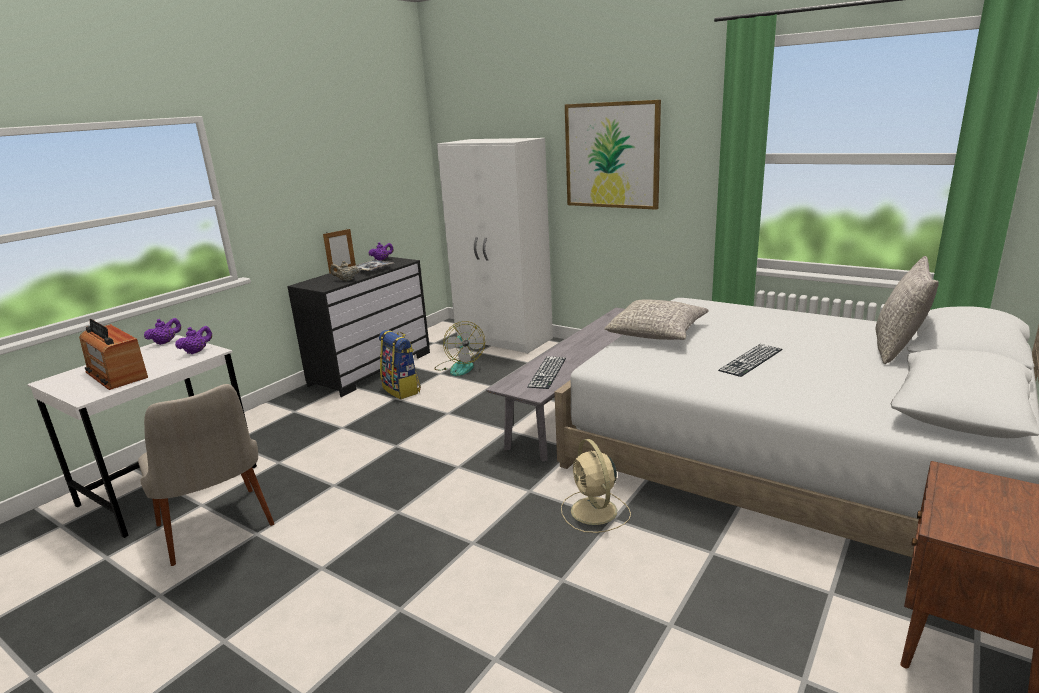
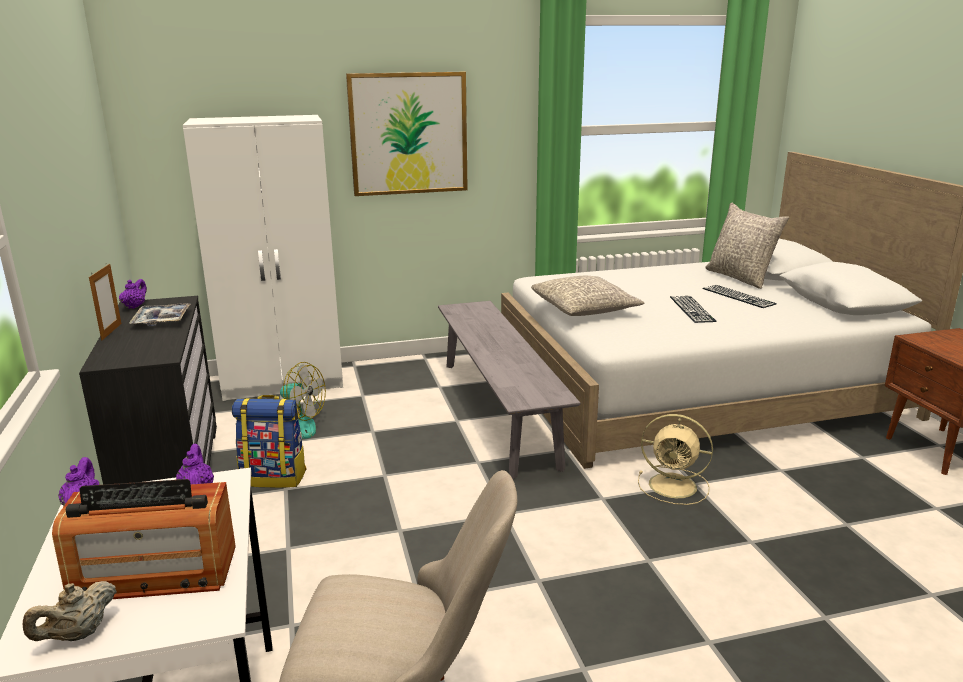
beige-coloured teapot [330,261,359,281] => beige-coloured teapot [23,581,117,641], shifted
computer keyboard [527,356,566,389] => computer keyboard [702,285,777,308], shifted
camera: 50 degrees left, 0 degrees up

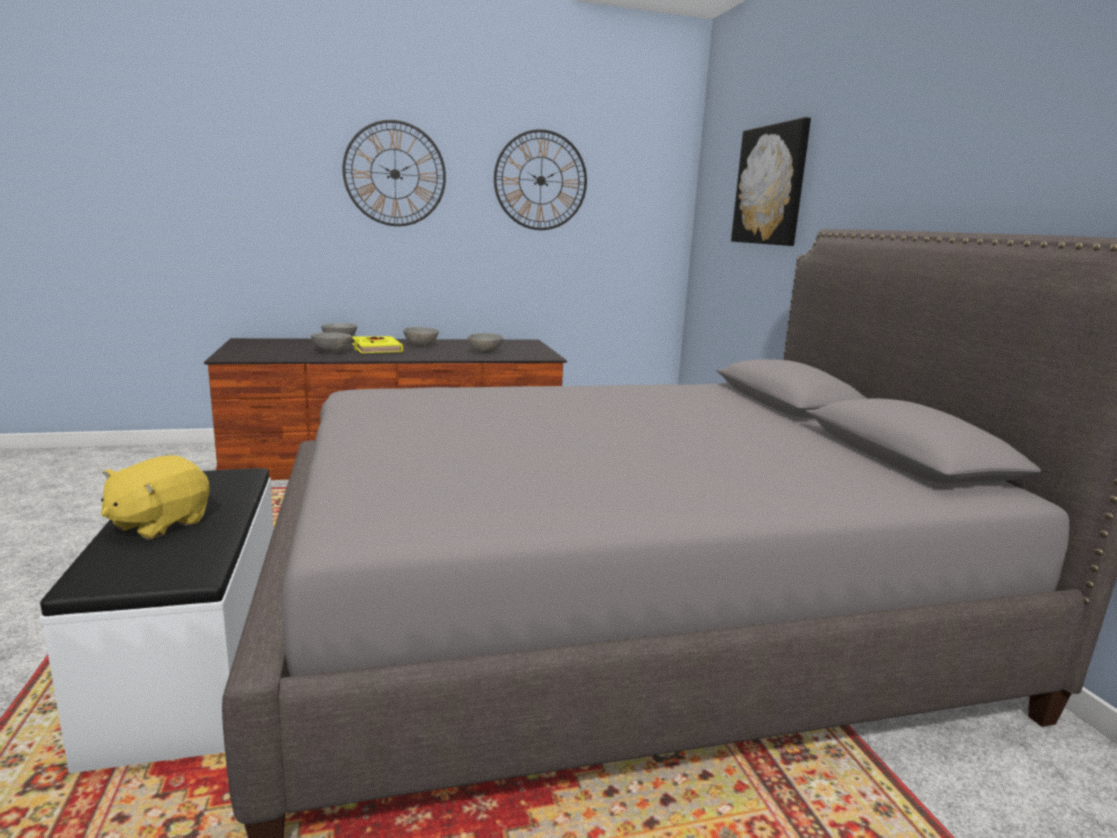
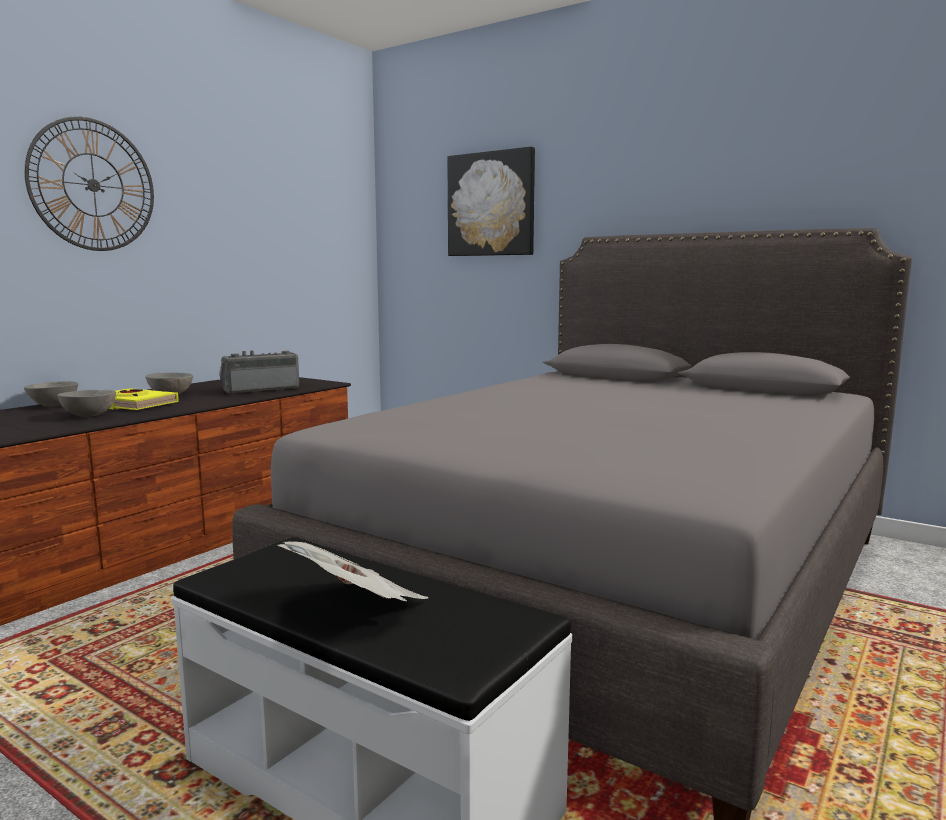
wall clock [494,129,587,230] => nothing
grey bowl [468,333,504,353] => radio receiver [219,351,299,394]
yellow-coloured plush toy [101,455,210,540] => daily paper [278,542,428,601]
camera: 40 degrees left, 5 degrees down

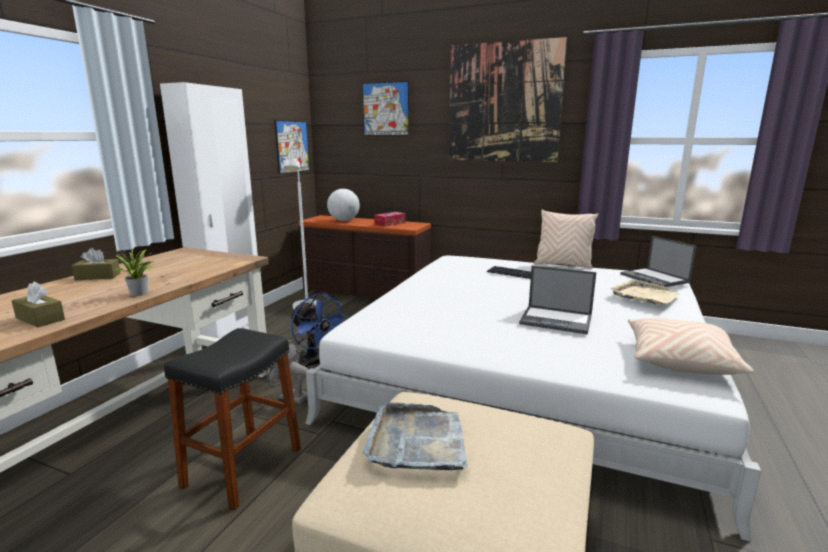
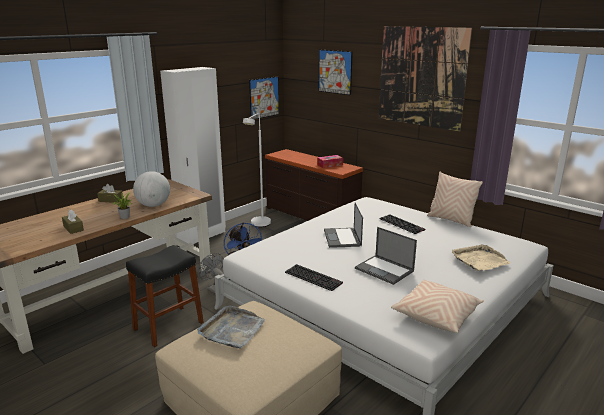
world globe [327,189,360,221] => world globe [133,171,170,207], shifted
laptop [620,236,697,287] => laptop [324,202,363,248], shifted
nothing => computer keyboard [285,264,343,291]
camera: 20 degrees right, 5 degrees up

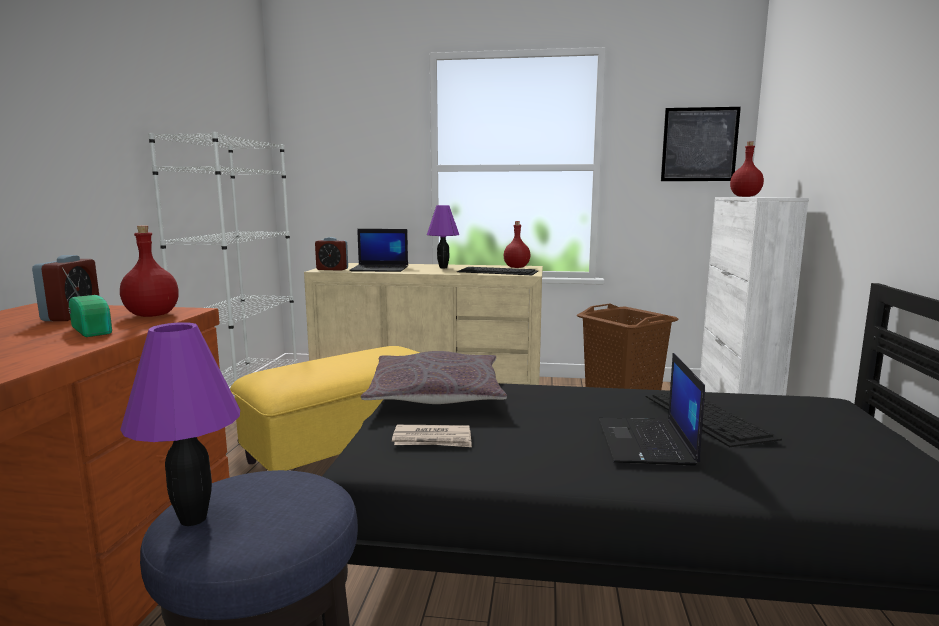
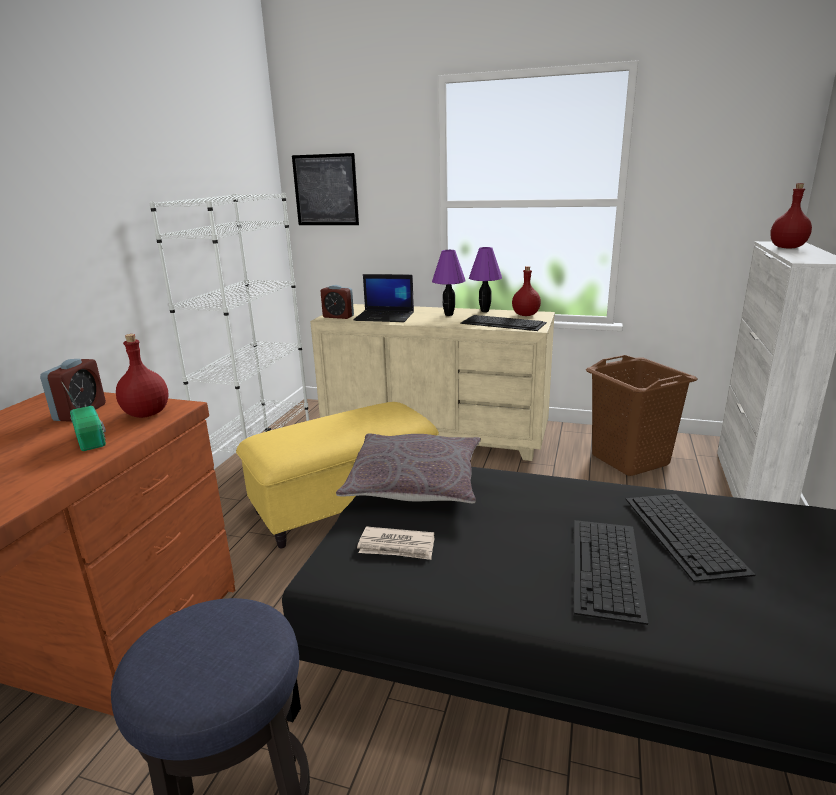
wall picture [661,107,741,181] => wall picture [292,153,359,225], shifted
purple-coloured lamp for a table [120,322,240,526] => purple-coloured lamp for a table [469,247,502,312], shifted
laptop [598,353,705,466] => computer keyboard [574,520,648,625]
camera: 10 degrees right, 10 degrees up

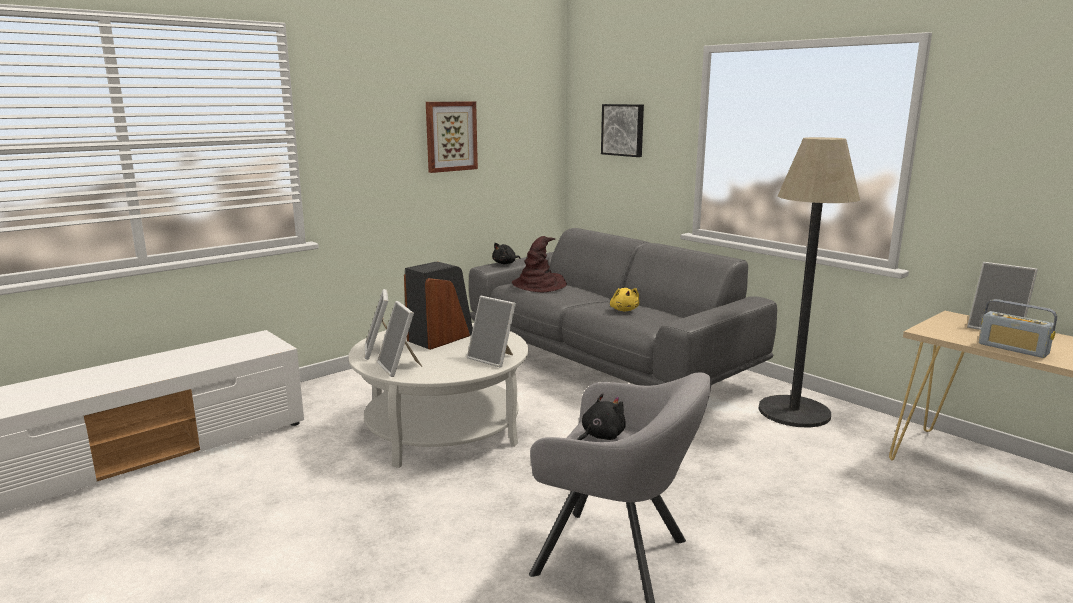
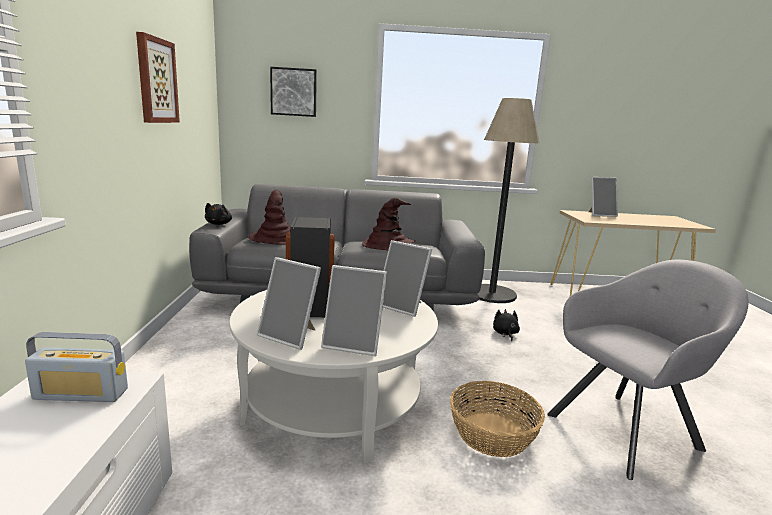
yellow-coloured plush toy [610,288,639,311] => brown-coloured wearable hat [362,198,415,250]
picture frame [467,296,516,368] => picture frame [383,240,432,317], 45 degrees clockwise
radio receiver [979,299,1057,358] => radio receiver [25,332,128,402], shifted
black-coloured plush toy [576,393,626,440] => black-coloured plush toy [493,309,520,341], shifted
nothing => household basket [450,381,545,457]
camera: 50 degrees left, 0 degrees up

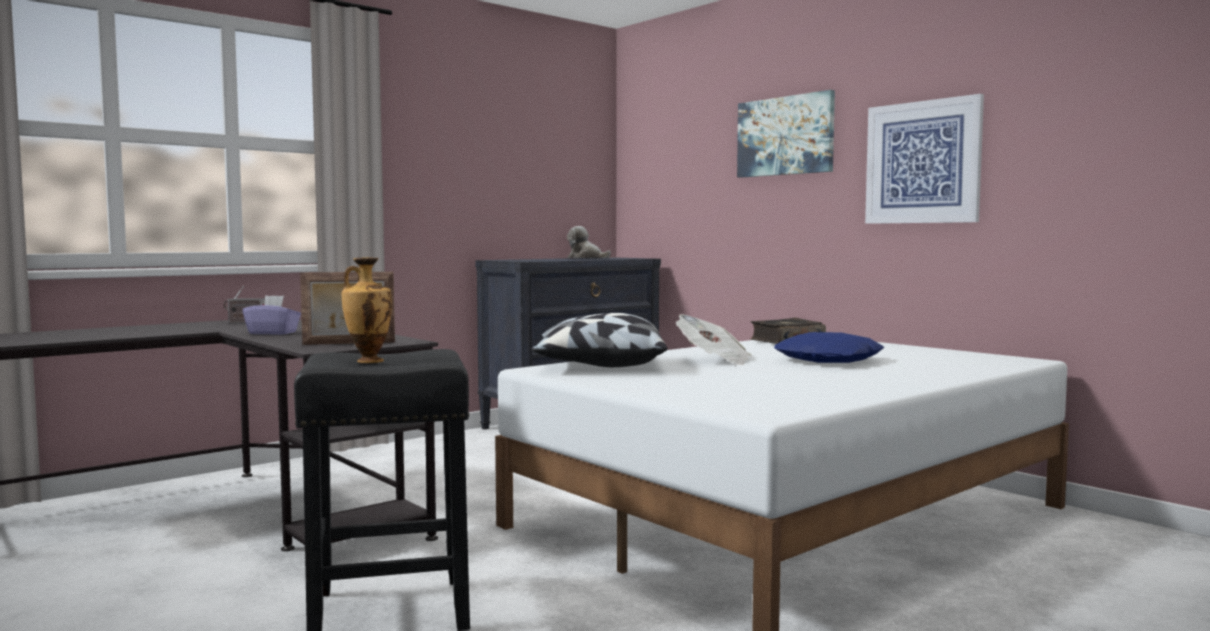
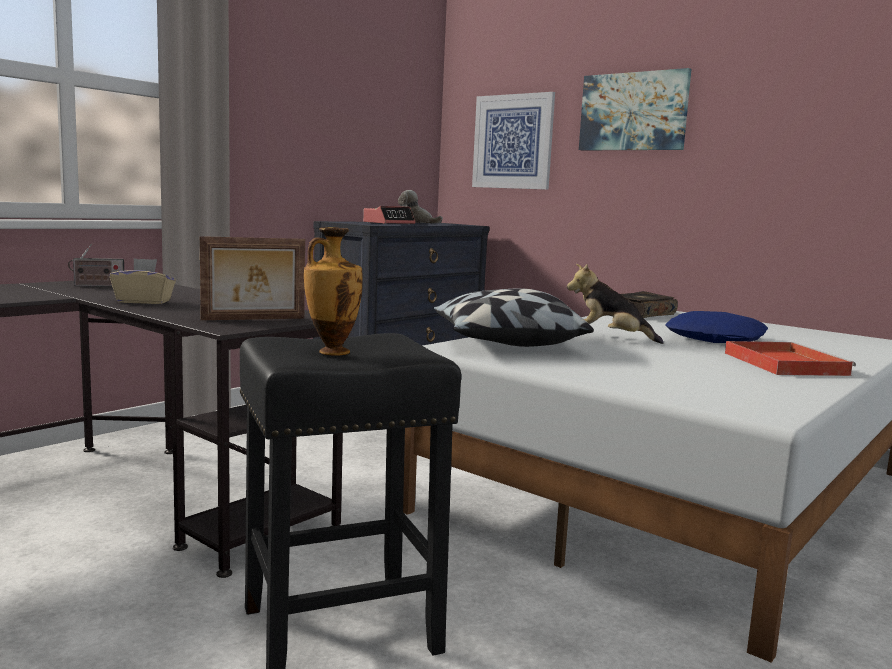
wall picture [865,94,984,224] => wall picture [472,92,555,190], shifted
purple-coloured tissue holder [243,295,301,335] => beige-coloured tissue holder [110,258,176,304]
daily paper [676,314,751,365] => plush toy [567,264,664,344]
nothing => table clock [363,206,415,224]
nothing => red-coloured tray [725,341,856,376]
camera: 10 degrees left, 5 degrees up

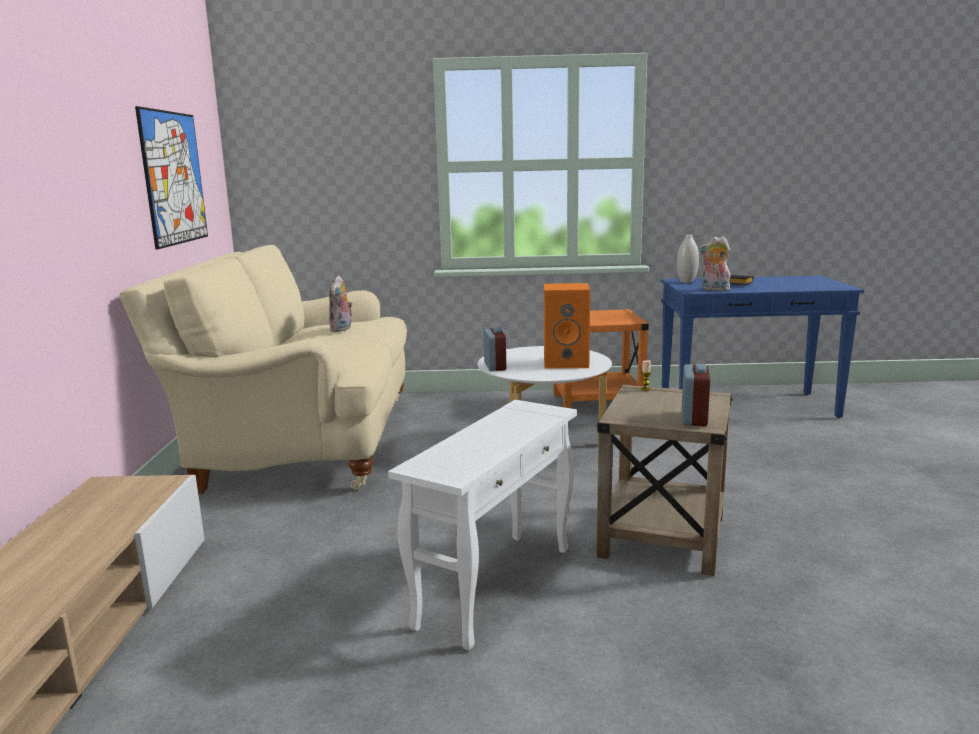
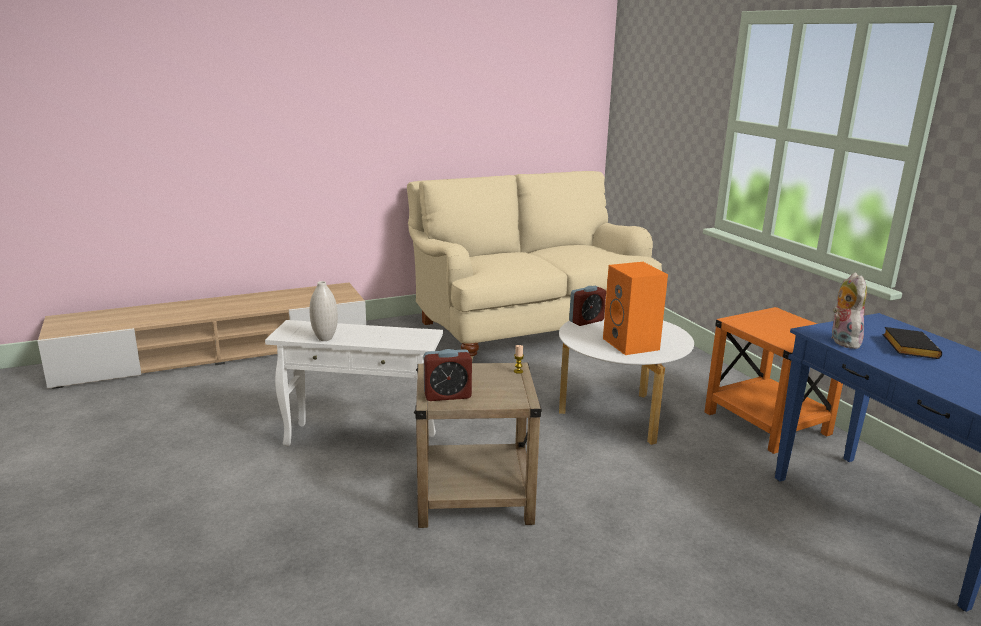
wall picture [135,106,208,249] => nothing
white flower vase [677,235,699,283] => white flower vase [310,281,338,341], shifted
plush toy [329,275,353,332] => nothing
camera: 65 degrees right, 5 degrees up

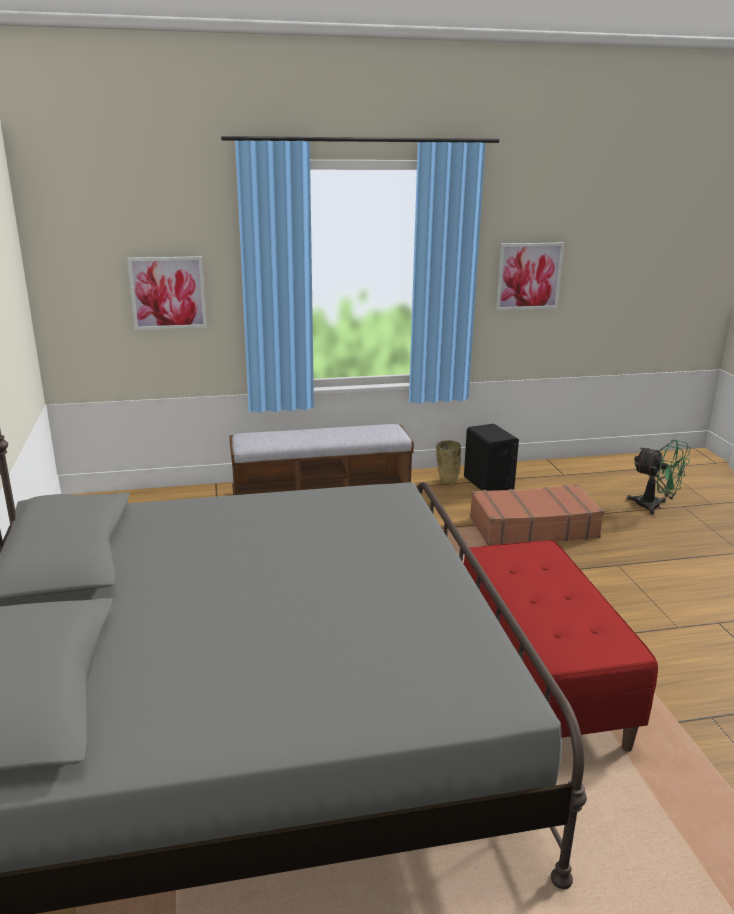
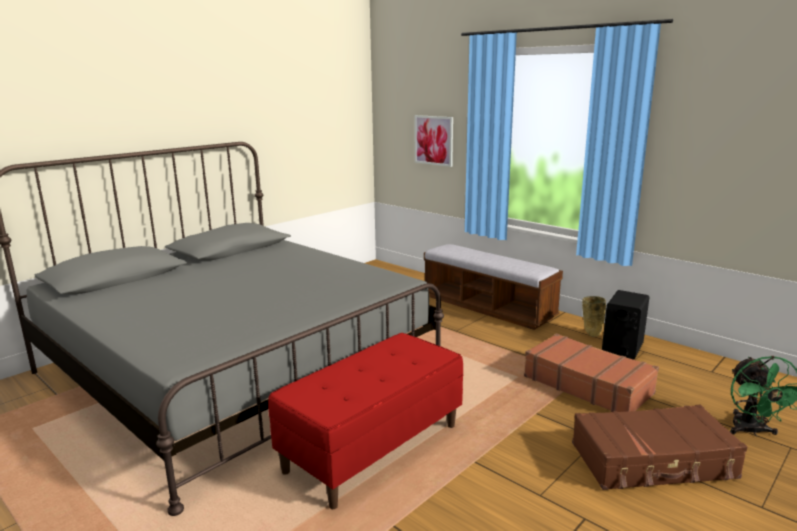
wall picture [496,243,564,310] => nothing
nothing => brown-coloured suitcase [572,405,747,490]
camera: 55 degrees right, 5 degrees down

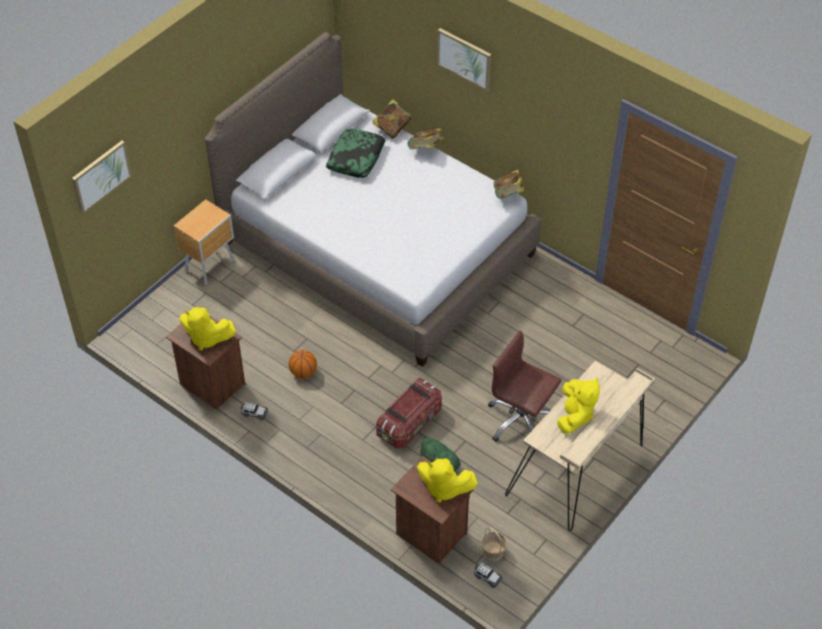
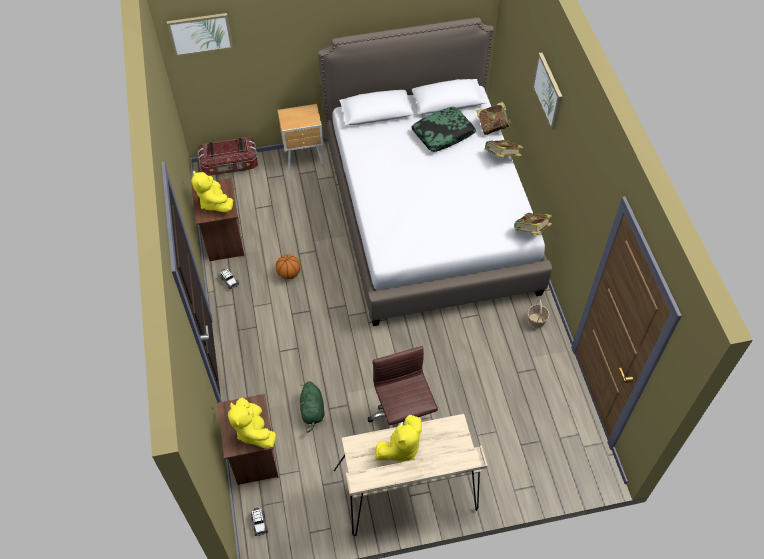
storage container [376,378,442,449] => storage container [198,137,258,176], shifted
household basket [481,526,507,561] => household basket [527,299,550,329], shifted
camera: 40 degrees right, 5 degrees up

